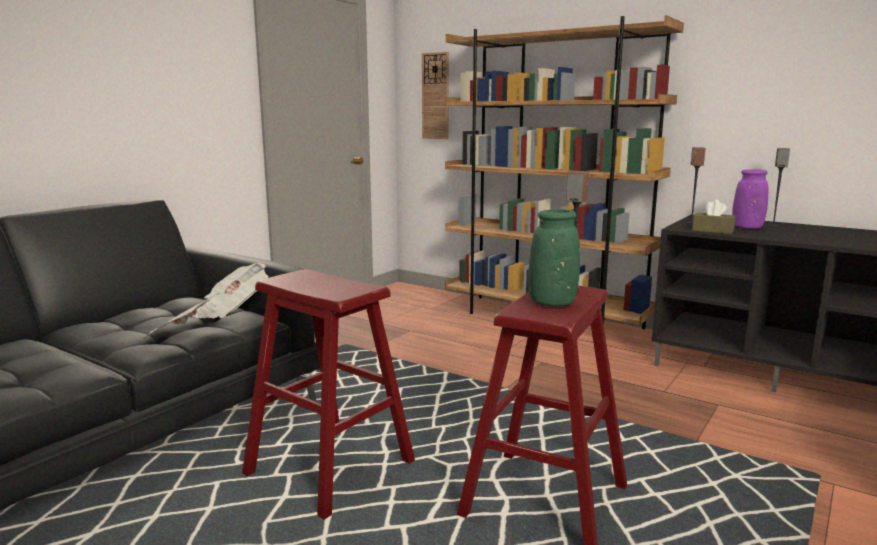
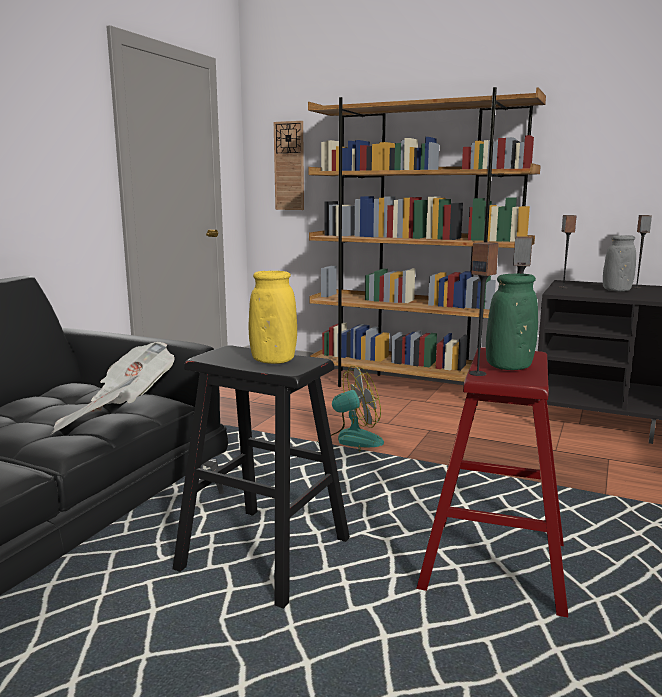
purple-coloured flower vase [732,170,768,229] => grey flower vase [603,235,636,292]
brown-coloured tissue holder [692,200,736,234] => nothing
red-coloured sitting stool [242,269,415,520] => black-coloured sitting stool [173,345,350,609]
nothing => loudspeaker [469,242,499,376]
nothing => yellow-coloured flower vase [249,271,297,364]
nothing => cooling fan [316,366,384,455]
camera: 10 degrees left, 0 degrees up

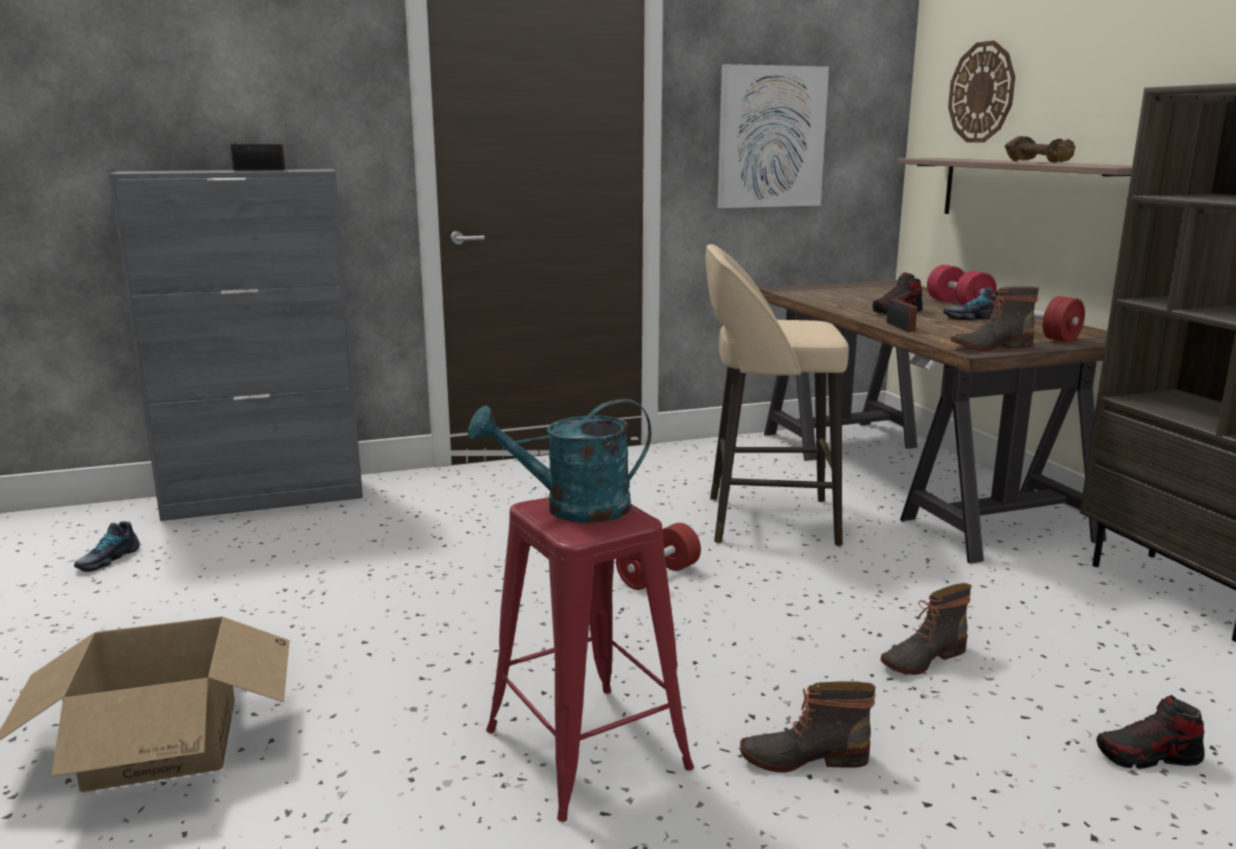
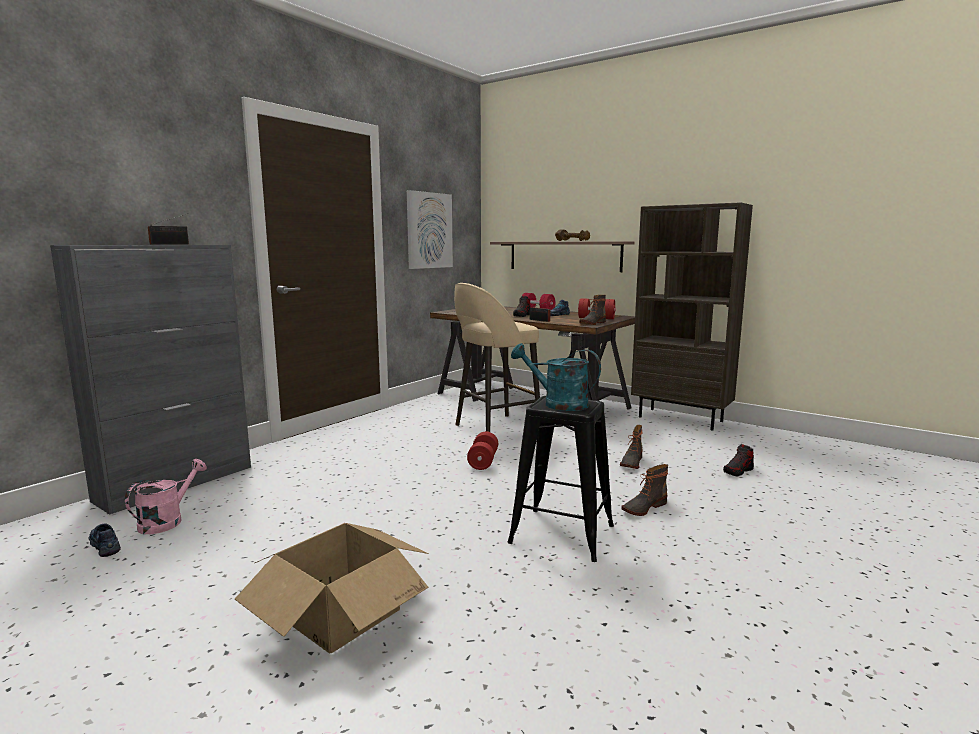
wall clock [948,41,1015,143] => nothing
blue-green sprinkling can [468,399,651,523] => blue-green sprinkling can [511,343,601,411], 75 degrees clockwise
red-coloured sitting stool [486,497,694,822] => black-coloured sitting stool [507,396,614,562]
item of footwear [74,521,140,572] => item of footwear [89,523,121,557], 150 degrees clockwise
nothing => pink sprinkling can [125,459,207,534]
camera: 35 degrees left, 5 degrees down

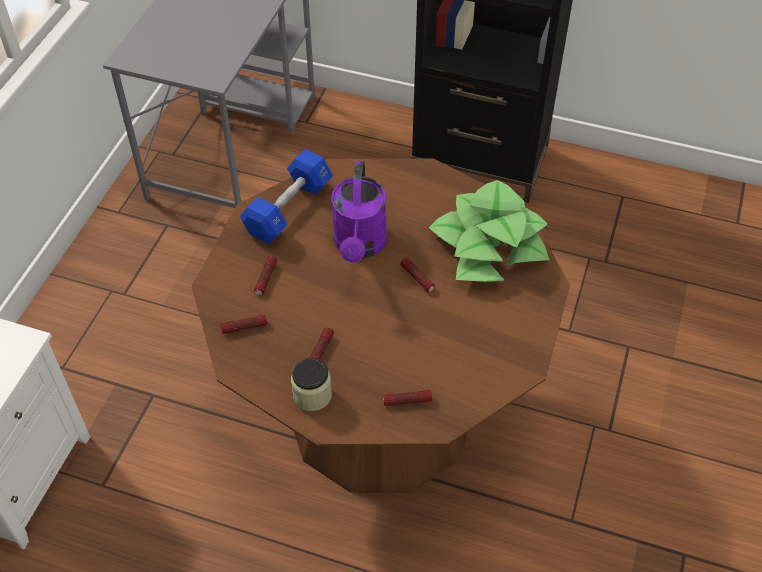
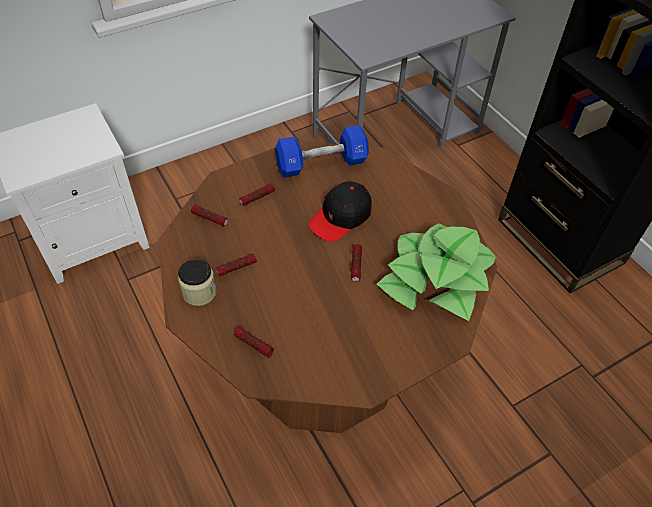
purple-coloured sprinkling can [331,161,387,263] => black-coloured cap [308,181,372,242]
camera: 40 degrees right, 0 degrees up

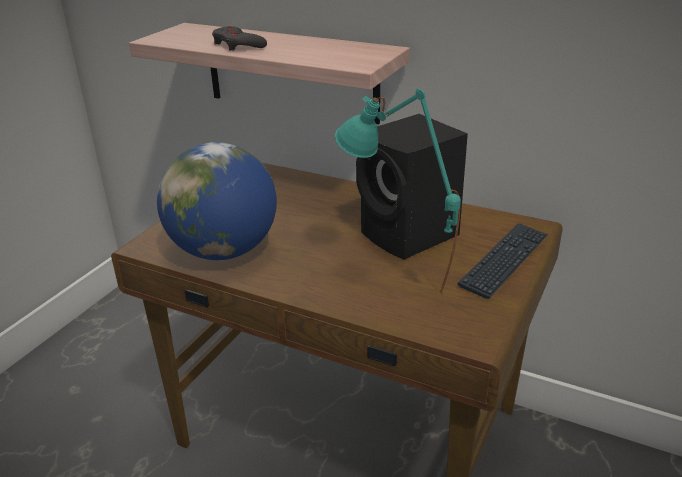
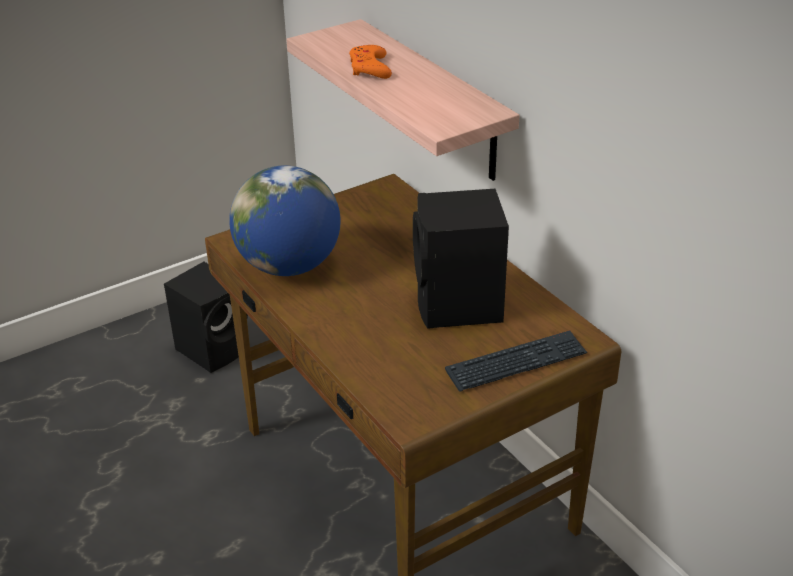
grey joypad [212,26,267,51] => orange-coloured joypad [349,45,392,79]
blue-green lamp for a table [335,89,461,293] => nothing
nothing => black-coloured loudspeaker [164,262,248,373]
camera: 30 degrees right, 5 degrees up

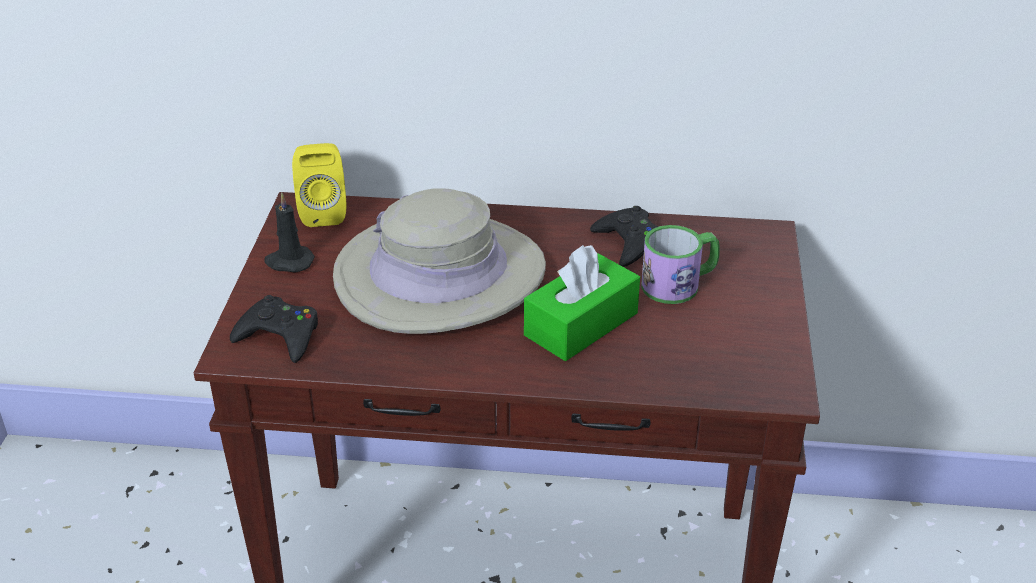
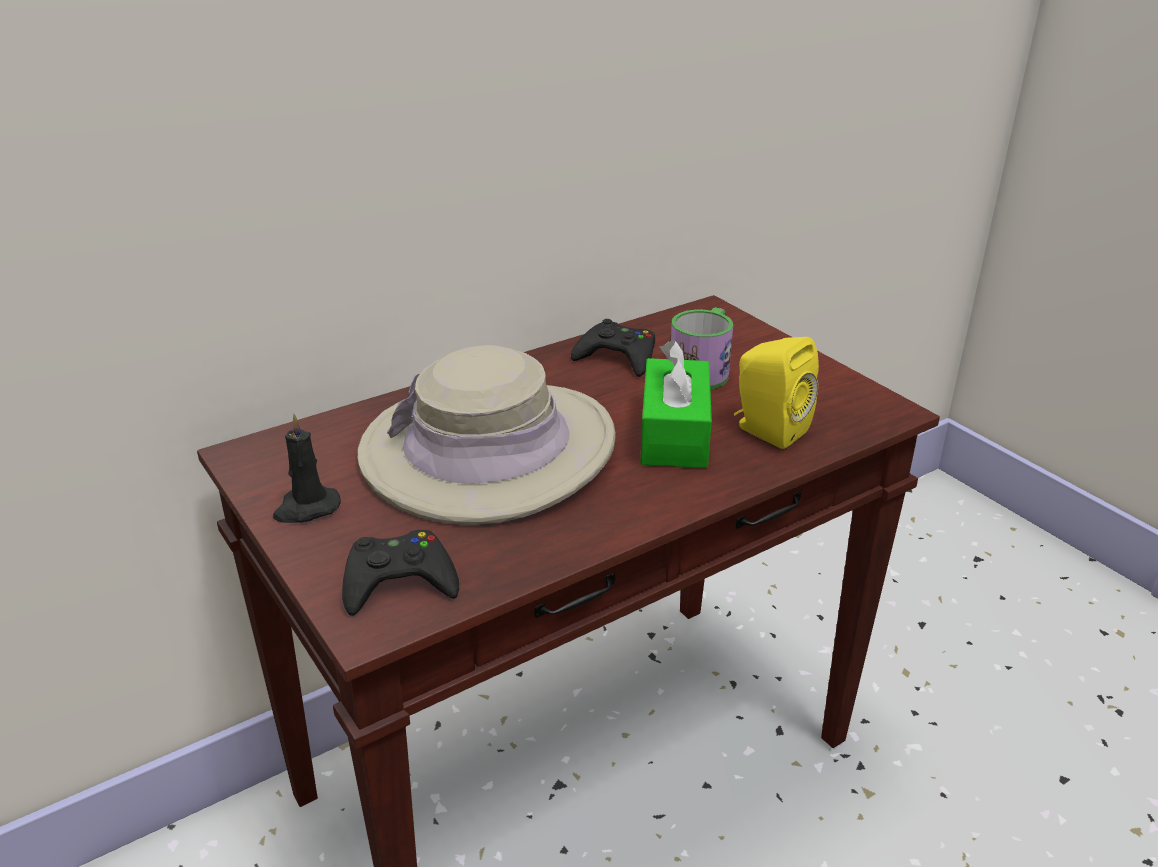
yellow-coloured loudspeaker [292,143,346,227] => yellow-coloured loudspeaker [734,337,819,449], shifted
camera: 40 degrees left, 5 degrees down

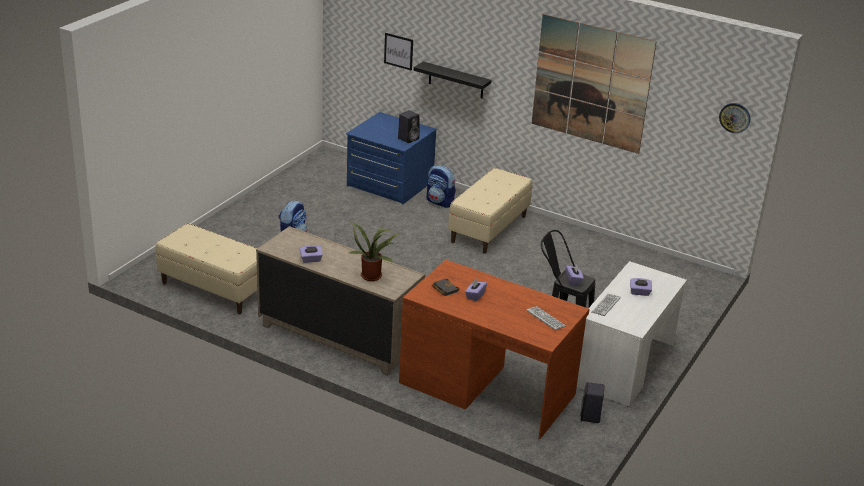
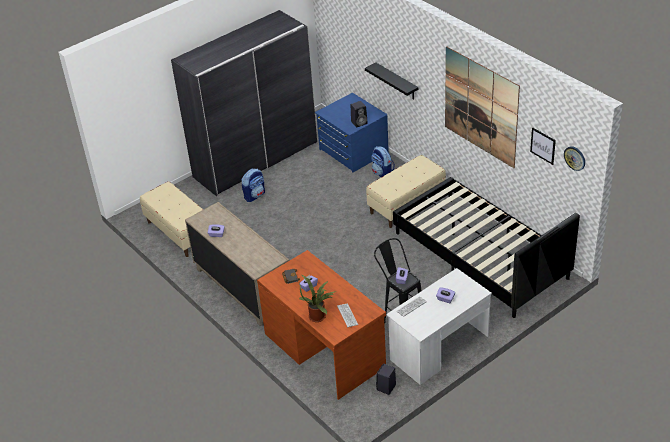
wall picture [384,33,413,71] => wall picture [530,128,556,165], shifted
plant in a pot [349,222,400,281] => plant in a pot [299,275,336,322], shifted
nothing => grey wardrobe [171,10,318,196]
nothing => black-coloured sleeping bed [393,177,580,318]
camera: 25 degrees right, 10 degrees up

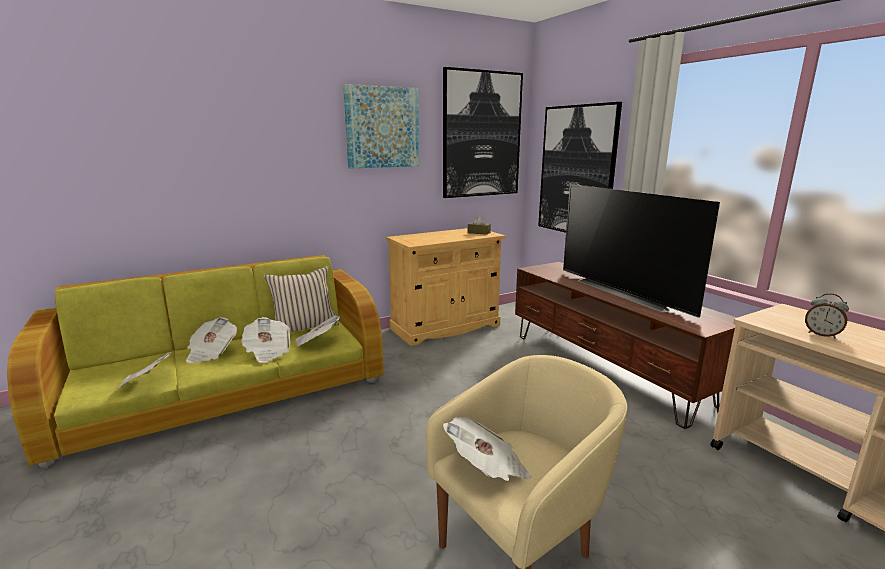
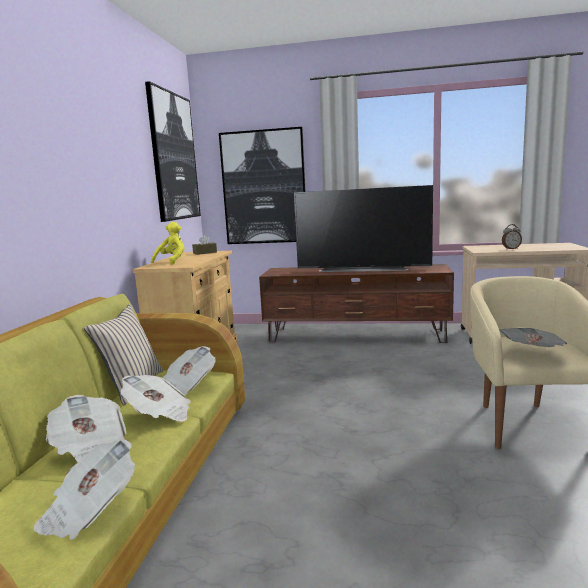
wall picture [343,84,419,168] => nothing
nothing => yellow-coloured plush toy [151,222,185,265]
camera: 50 degrees left, 5 degrees down

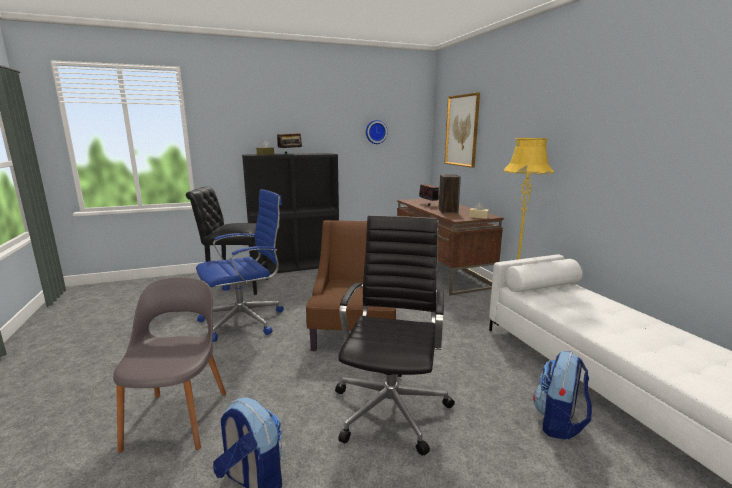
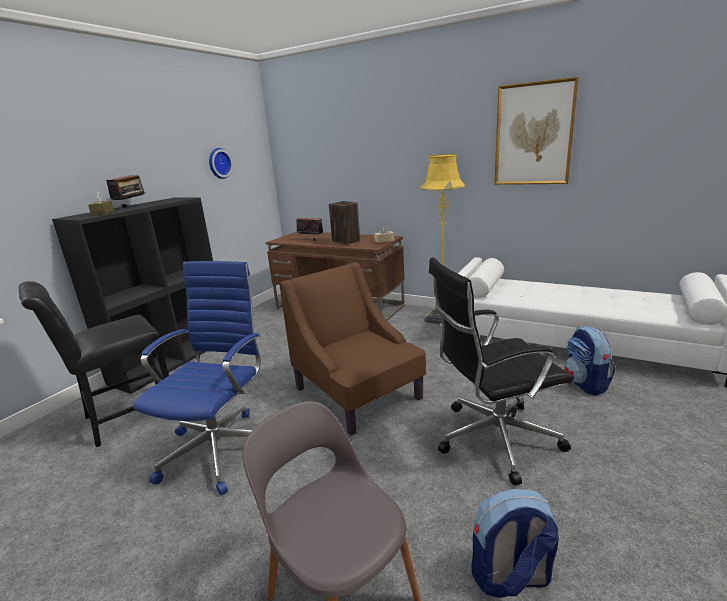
wall picture [444,92,480,168] => wall picture [494,77,579,185], shifted
black-coloured office chair [335,215,455,456] => black-coloured office chair [429,258,574,486], 75 degrees counterclockwise
camera: 40 degrees left, 5 degrees up

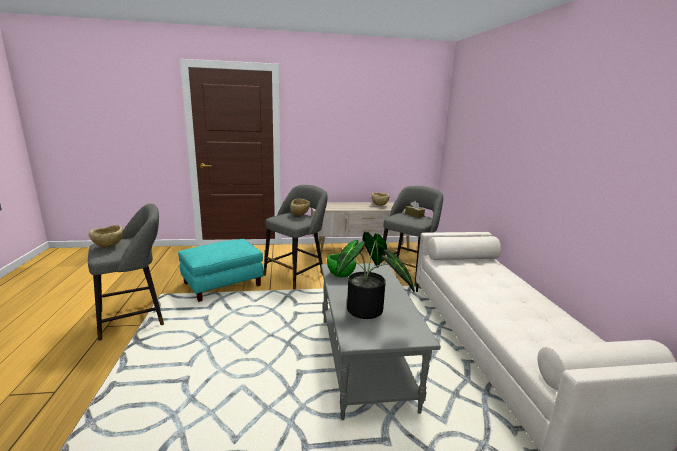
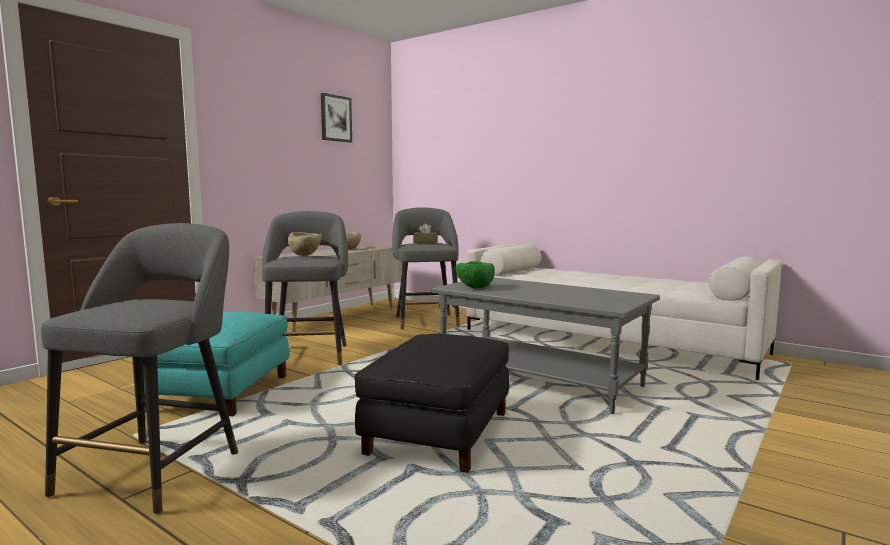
beige-coloured bowl [89,225,123,247] => nothing
plant in a pot [336,232,415,319] => nothing
nothing => wall picture [321,93,352,143]
nothing => black-coloured pouffe [354,334,509,473]
camera: 45 degrees left, 10 degrees down

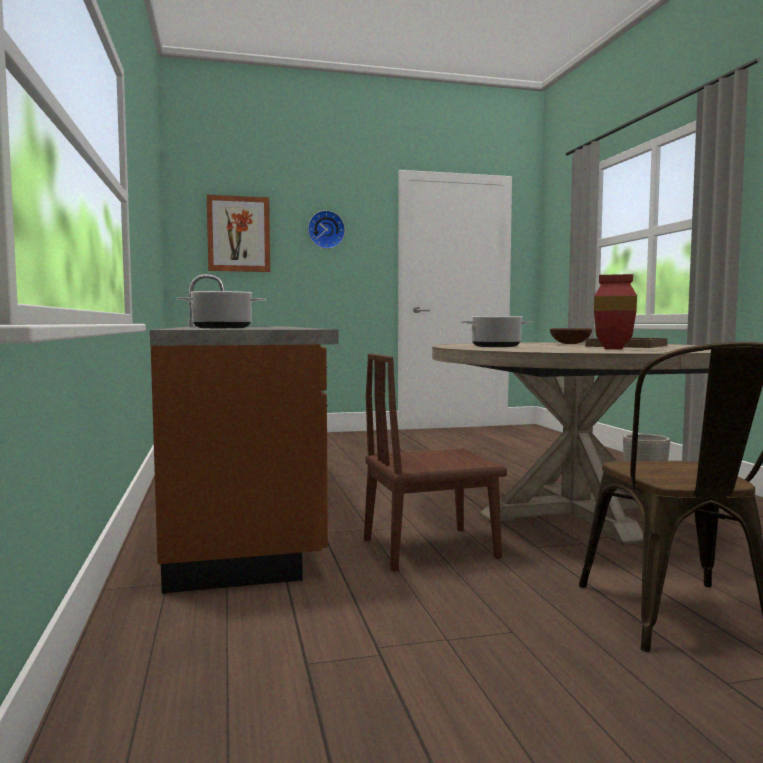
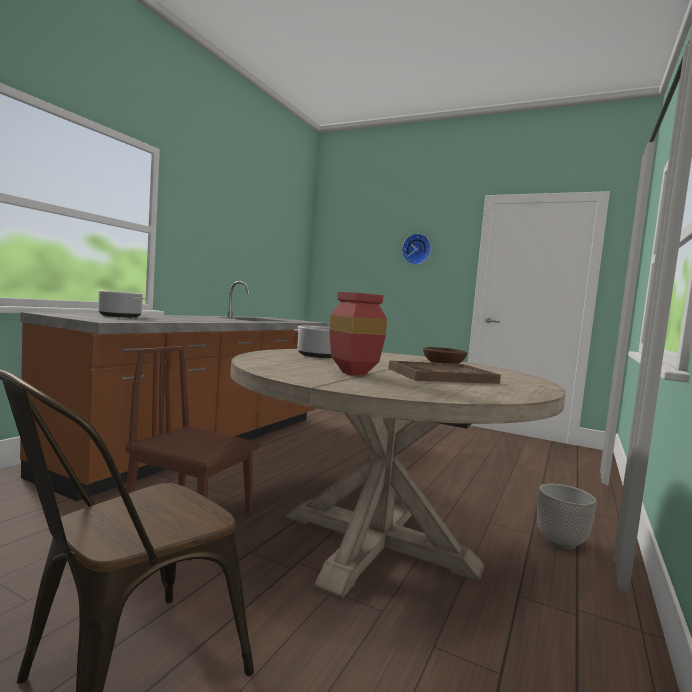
wall picture [207,195,270,272] => nothing
camera: 40 degrees right, 0 degrees up

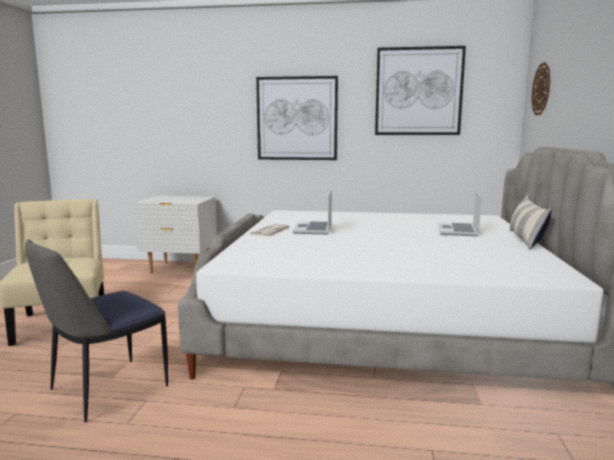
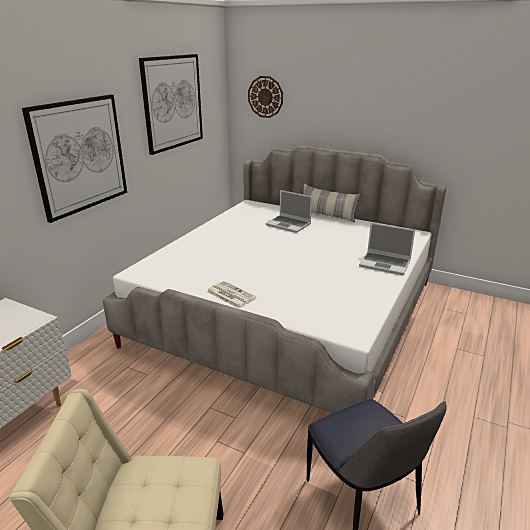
laptop [292,189,332,234] => laptop [359,223,415,275], shifted
camera: 70 degrees left, 15 degrees up

